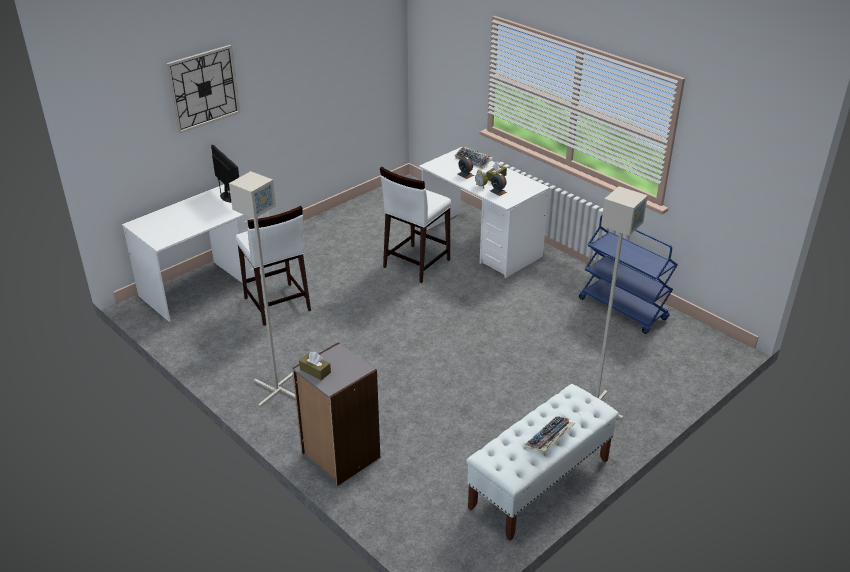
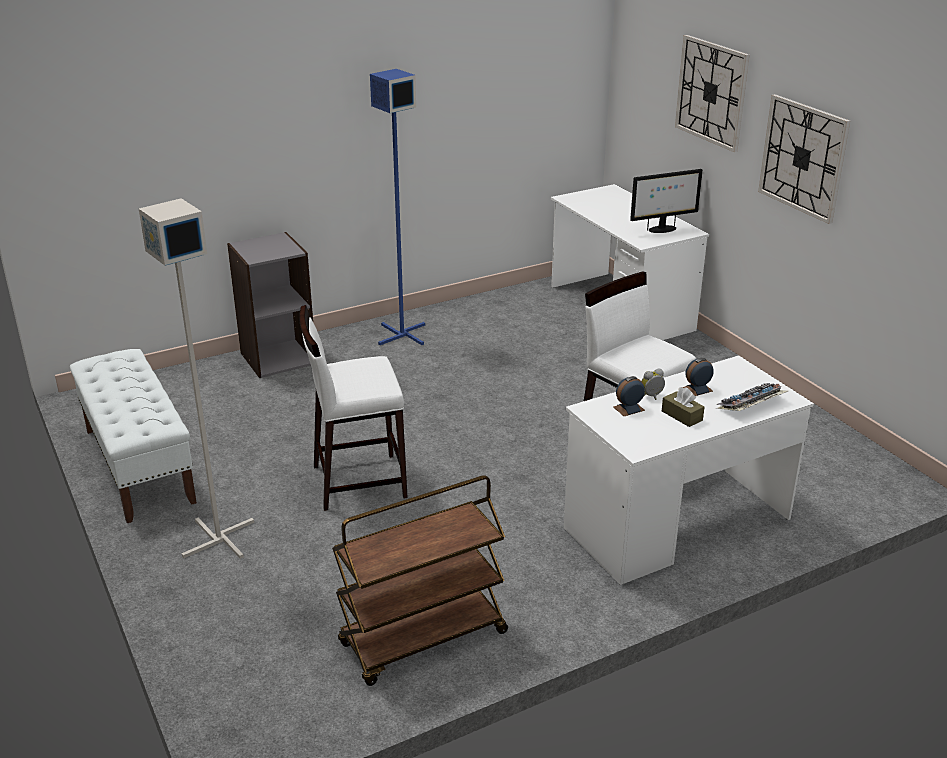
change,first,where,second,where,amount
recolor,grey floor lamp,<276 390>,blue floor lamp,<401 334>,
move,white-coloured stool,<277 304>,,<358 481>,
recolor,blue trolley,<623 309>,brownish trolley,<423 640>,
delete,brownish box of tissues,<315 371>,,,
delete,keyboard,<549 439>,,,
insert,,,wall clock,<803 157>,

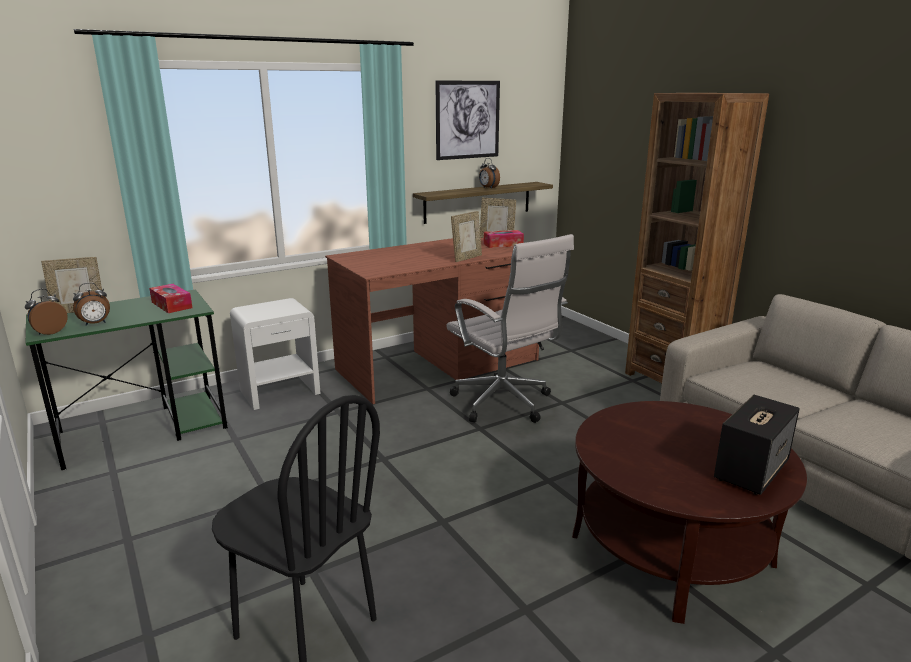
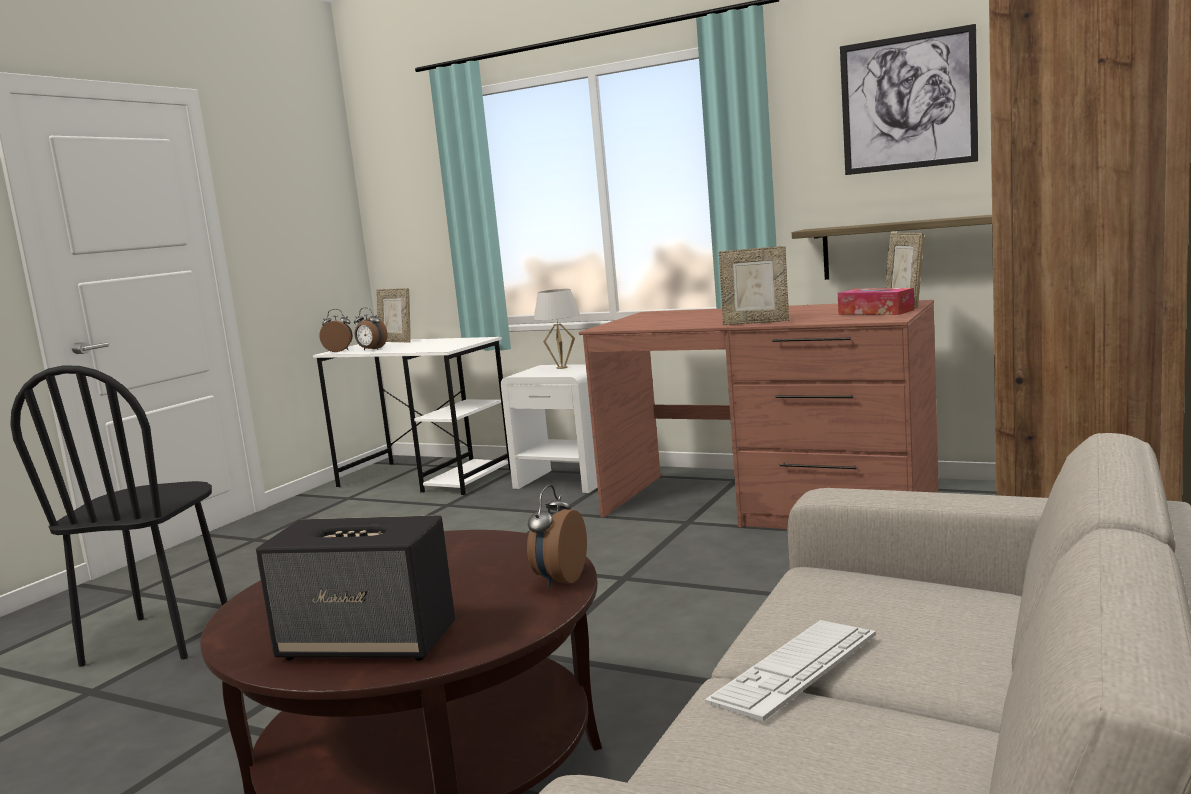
change,first,where,second,where,amount
move,table clock,<488 188>,,<559 580>,
delete,white-coloured office chair,<504 404>,,,
delete,box of tissues,<171 305>,,,
recolor,green desk,<145 430>,white-coloured desk,<426 478>,
insert,,,white-coloured tabletop lamp,<562 367>,
insert,,,keyboard,<794 669>,

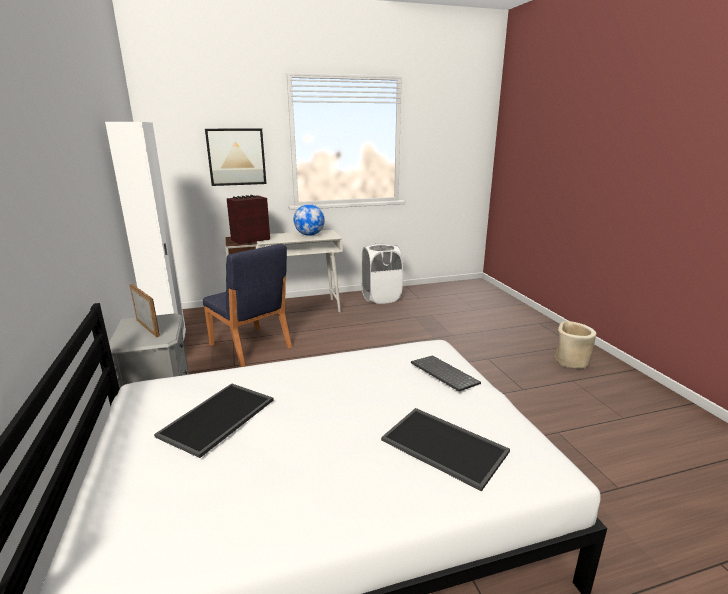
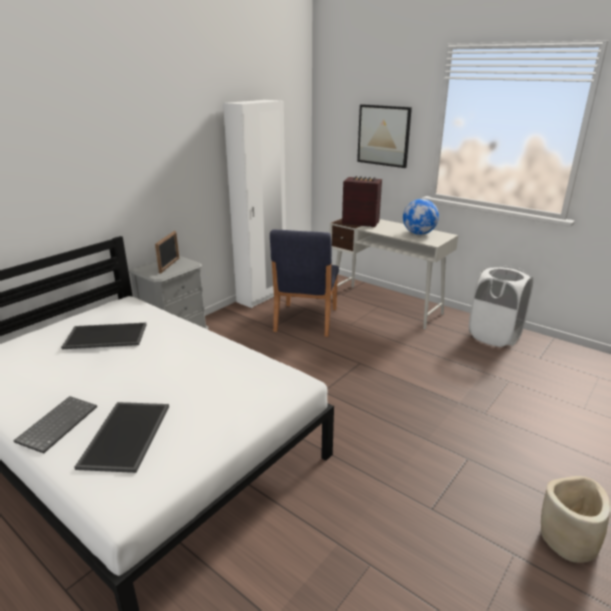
change,first,where,second,where,amount
move,keyboard,<442 374>,,<57 424>,

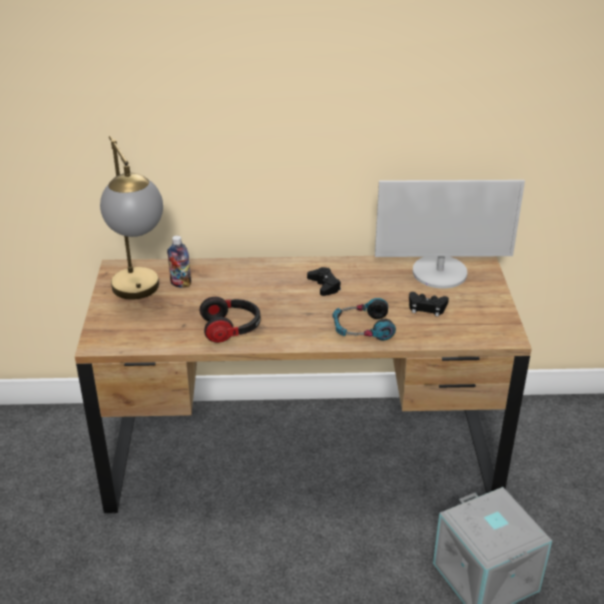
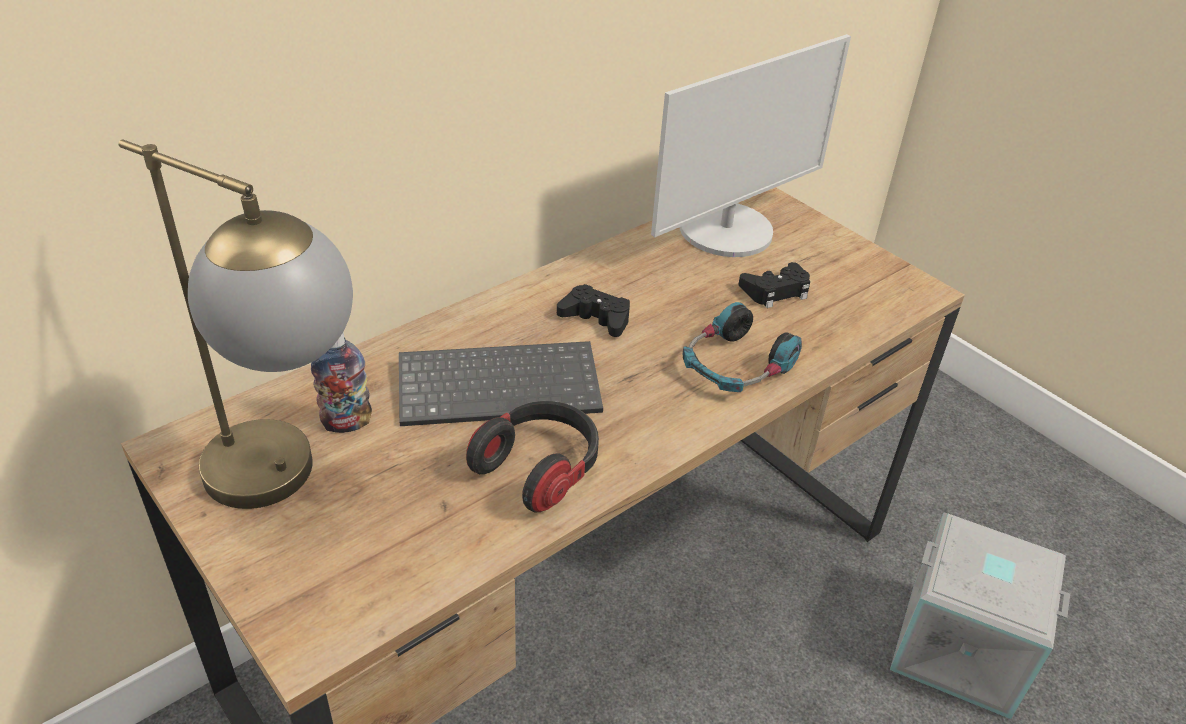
change,first,where,second,where,amount
insert,,,keyboard,<501 385>,

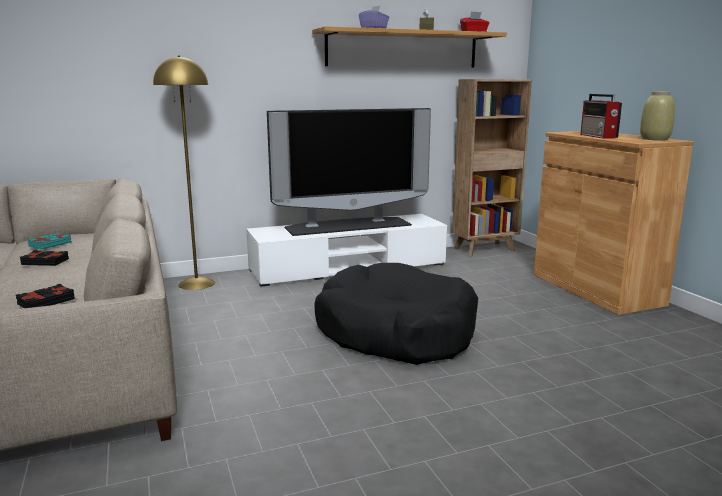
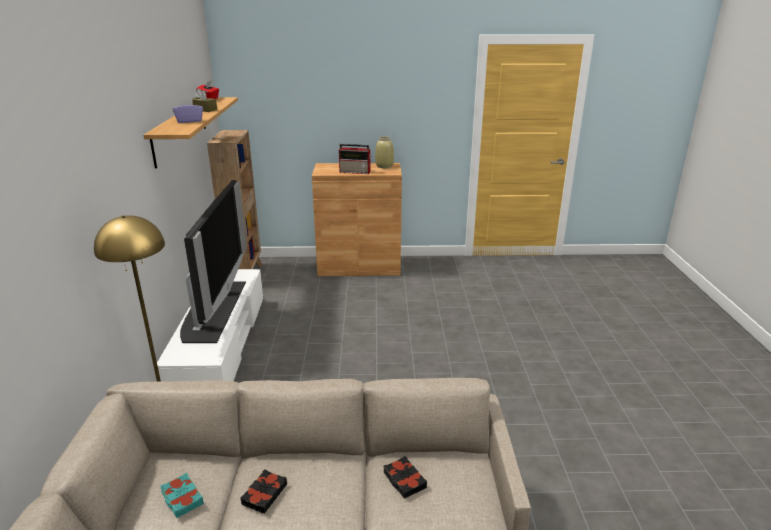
change,first,where,second,where,amount
delete,black dog bed,<395 332>,,,

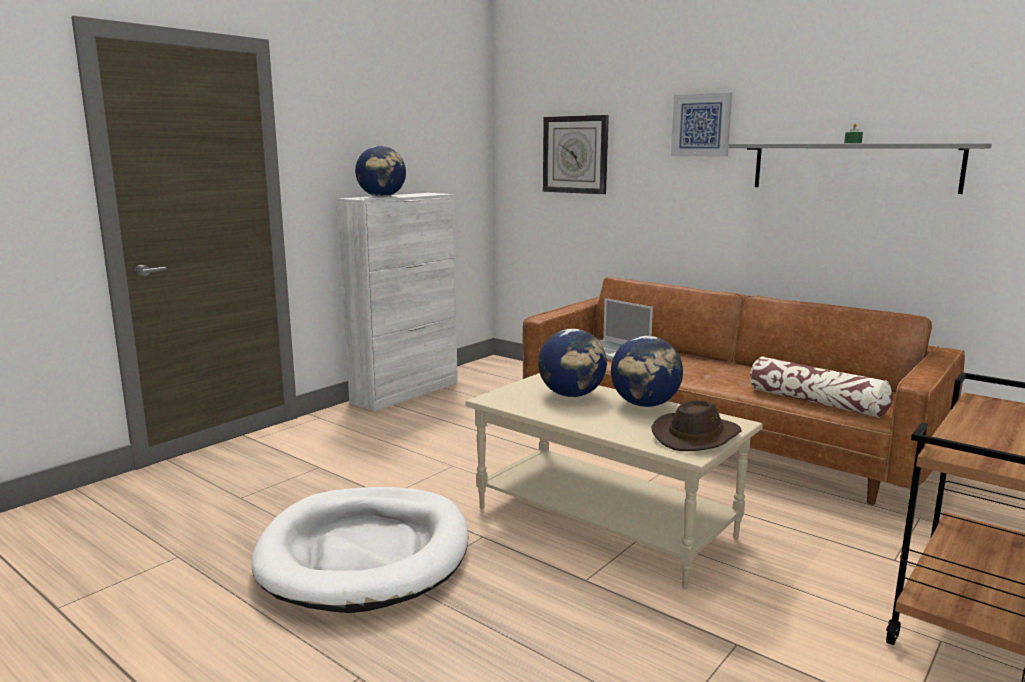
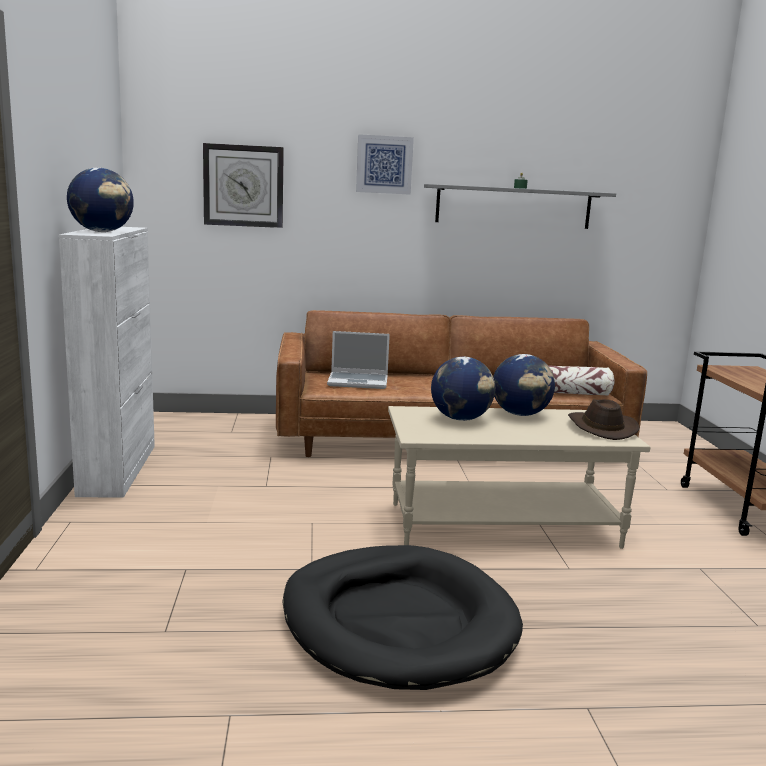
change,first,where,second,where,amount
recolor,white-coloured dog bed,<365 553>,black dog bed,<398 622>,

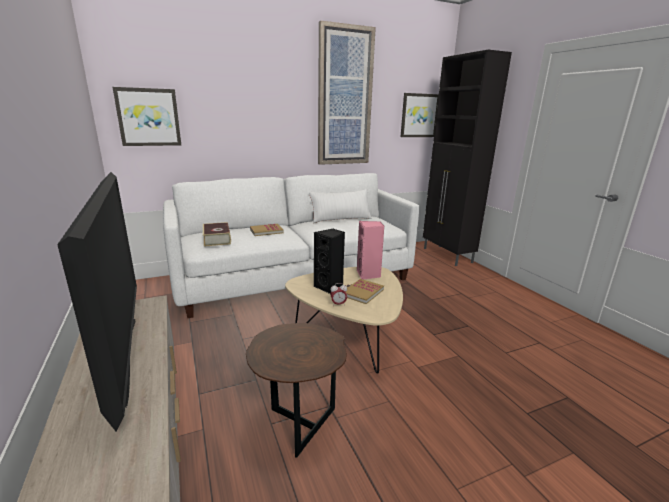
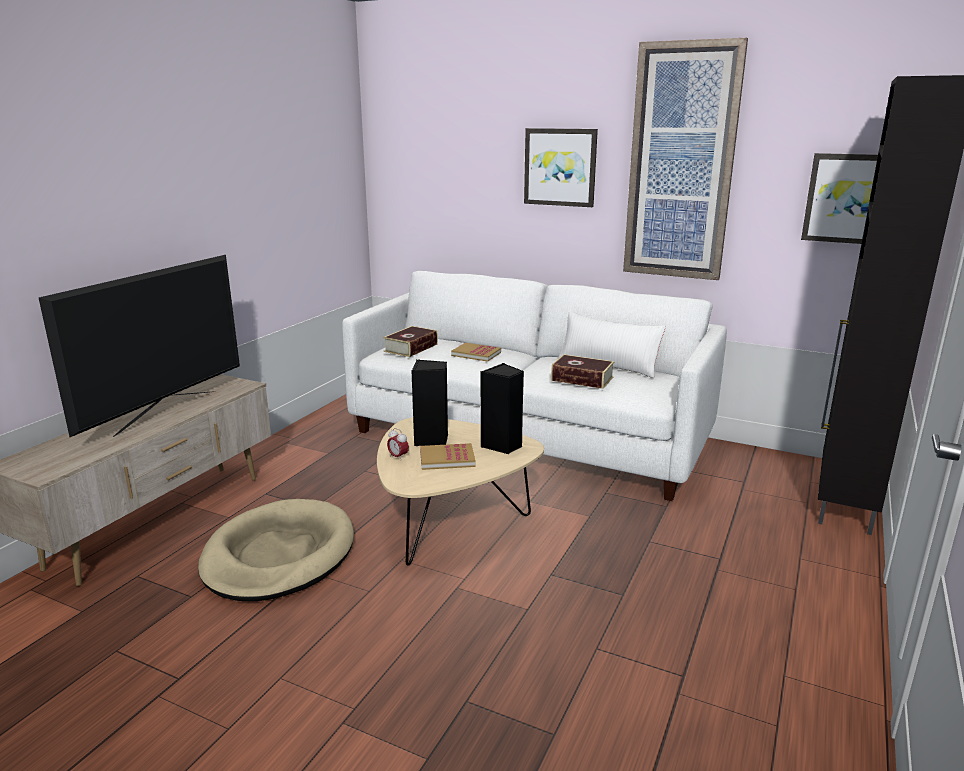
change,first,where,second,where,amount
move,wall art,<148 117>,,<560 167>,
recolor,pink loudspeaker,<368 274>,black loudspeaker,<502 446>,
replace,brownish end table,<298 423>,beige dog bed,<279 555>,
insert,,,bound book,<582 379>,

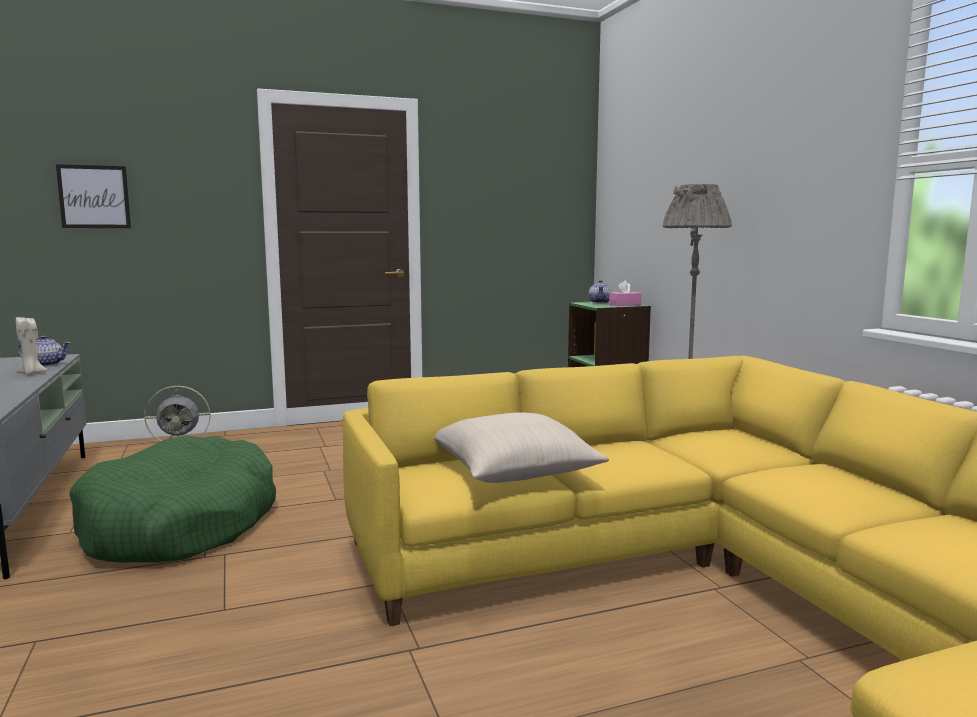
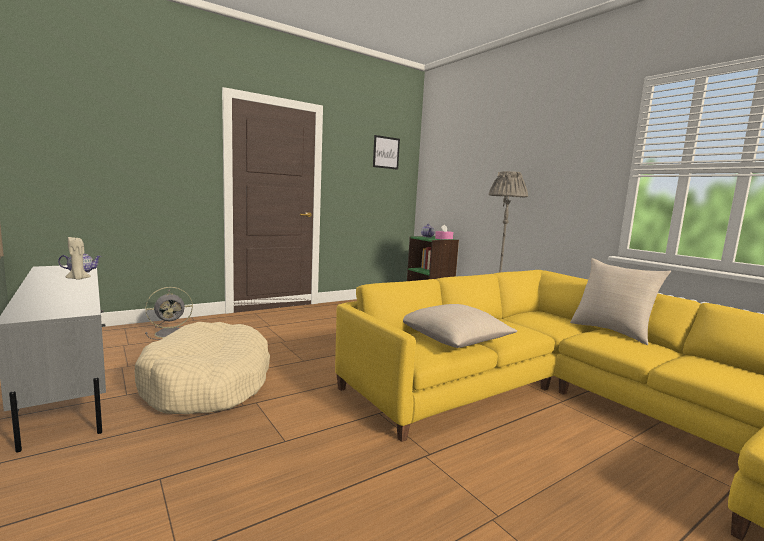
change,first,where,second,where,amount
move,wall art,<94 197>,,<386 152>,
recolor,green dog bed,<180 525>,beige dog bed,<208 384>,
insert,,,beige pillow,<612 331>,

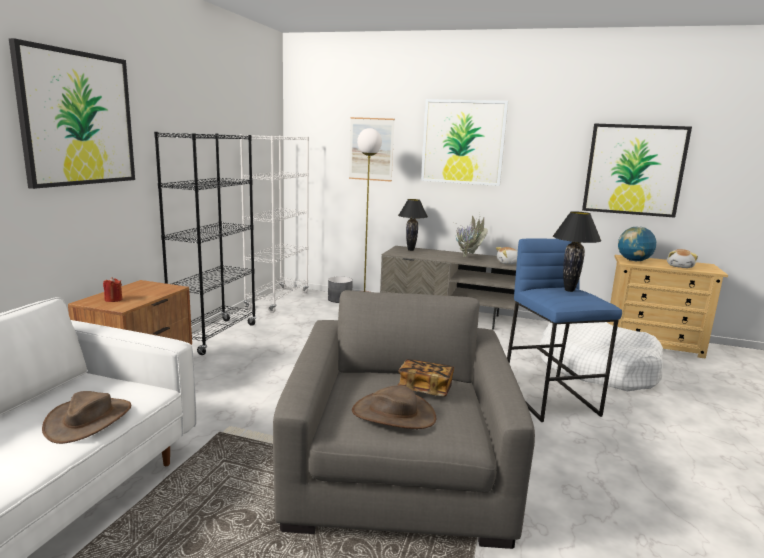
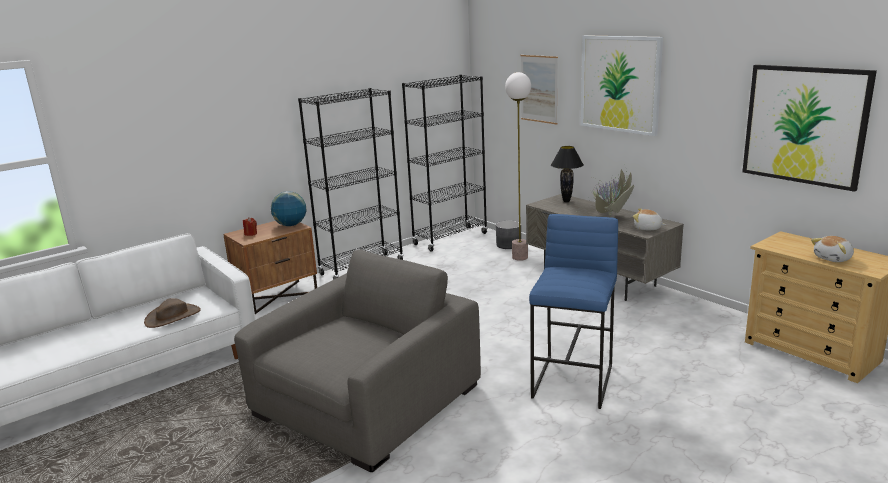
change,first,where,second,where,amount
delete,wall art,<78 119>,,,
recolor,white-coloured bookshelf,<278 300>,black bookshelf,<450 239>,
delete,black tabletop lamp,<569 290>,,,
move,globe,<634 261>,,<290 225>,
delete,white-coloured dog bed,<597 368>,,,
delete,bound book,<425 389>,,,
delete,brownish hat,<393 414>,,,

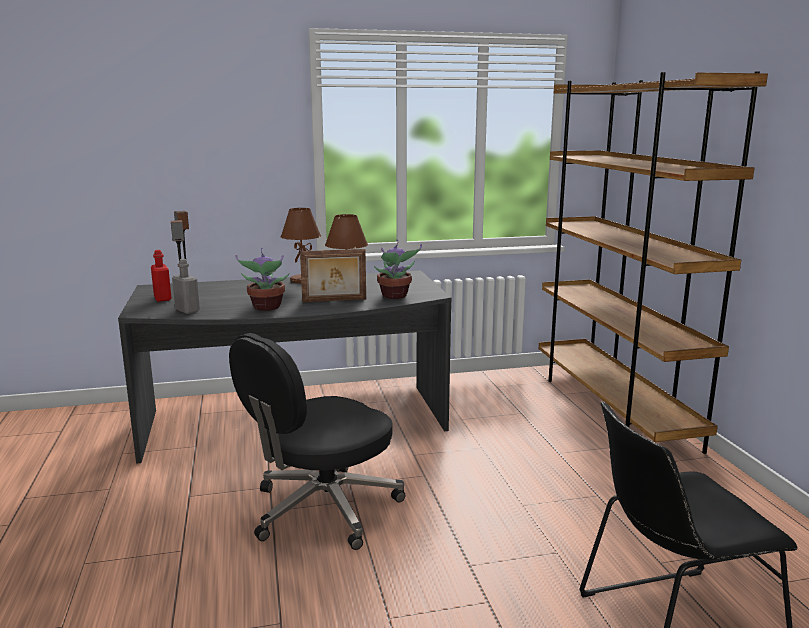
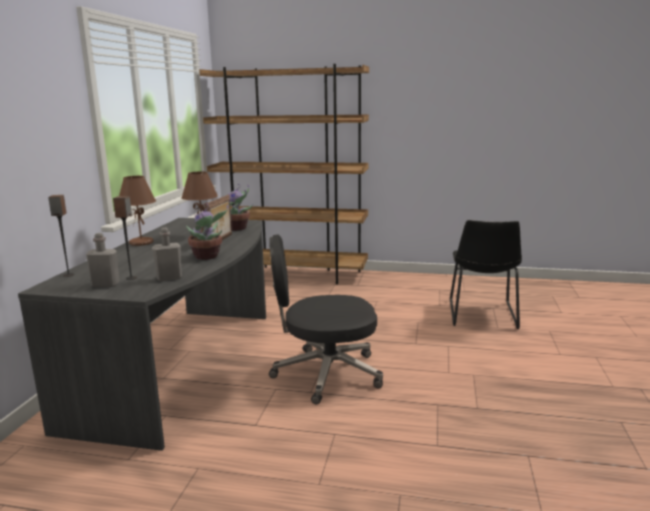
change,first,where,second,where,amount
recolor,red-coloured drink bottle,<162 298>,grey drink bottle,<105 284>,
rotate,black office chair,<322 509>,,<325 374>,105 degrees clockwise

